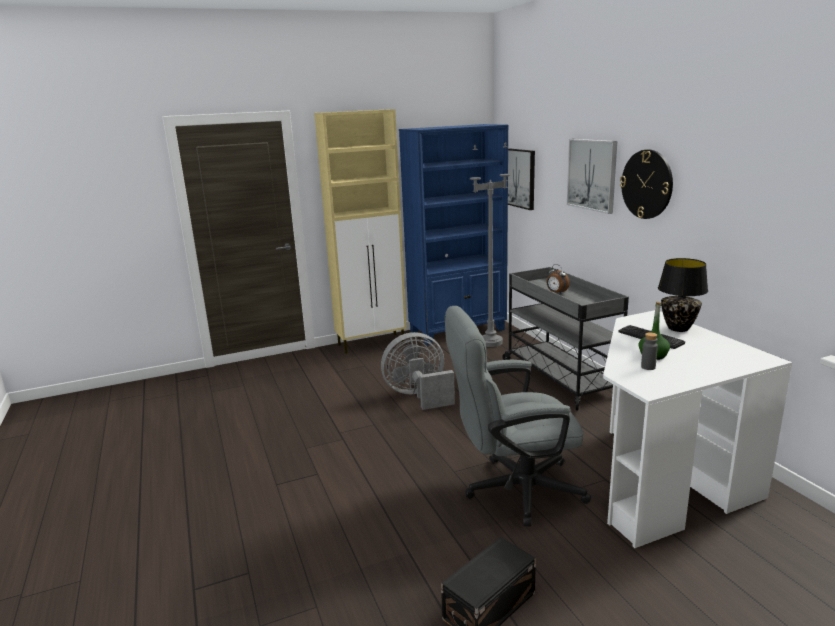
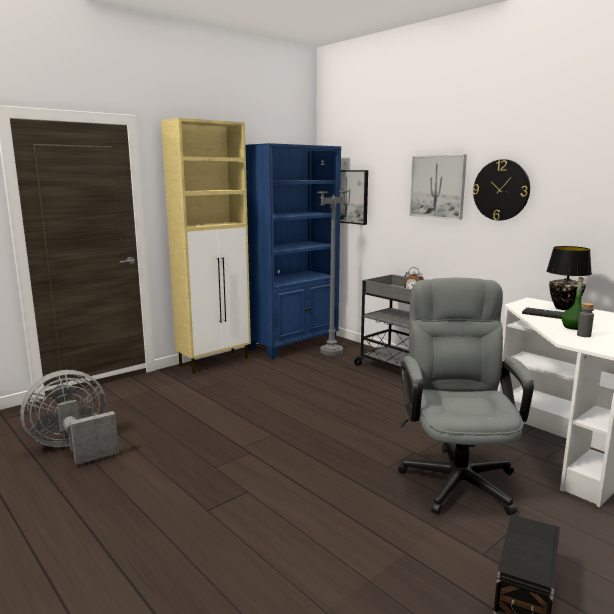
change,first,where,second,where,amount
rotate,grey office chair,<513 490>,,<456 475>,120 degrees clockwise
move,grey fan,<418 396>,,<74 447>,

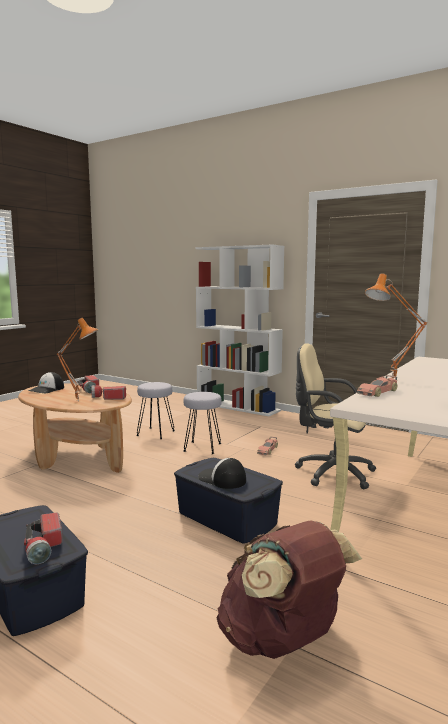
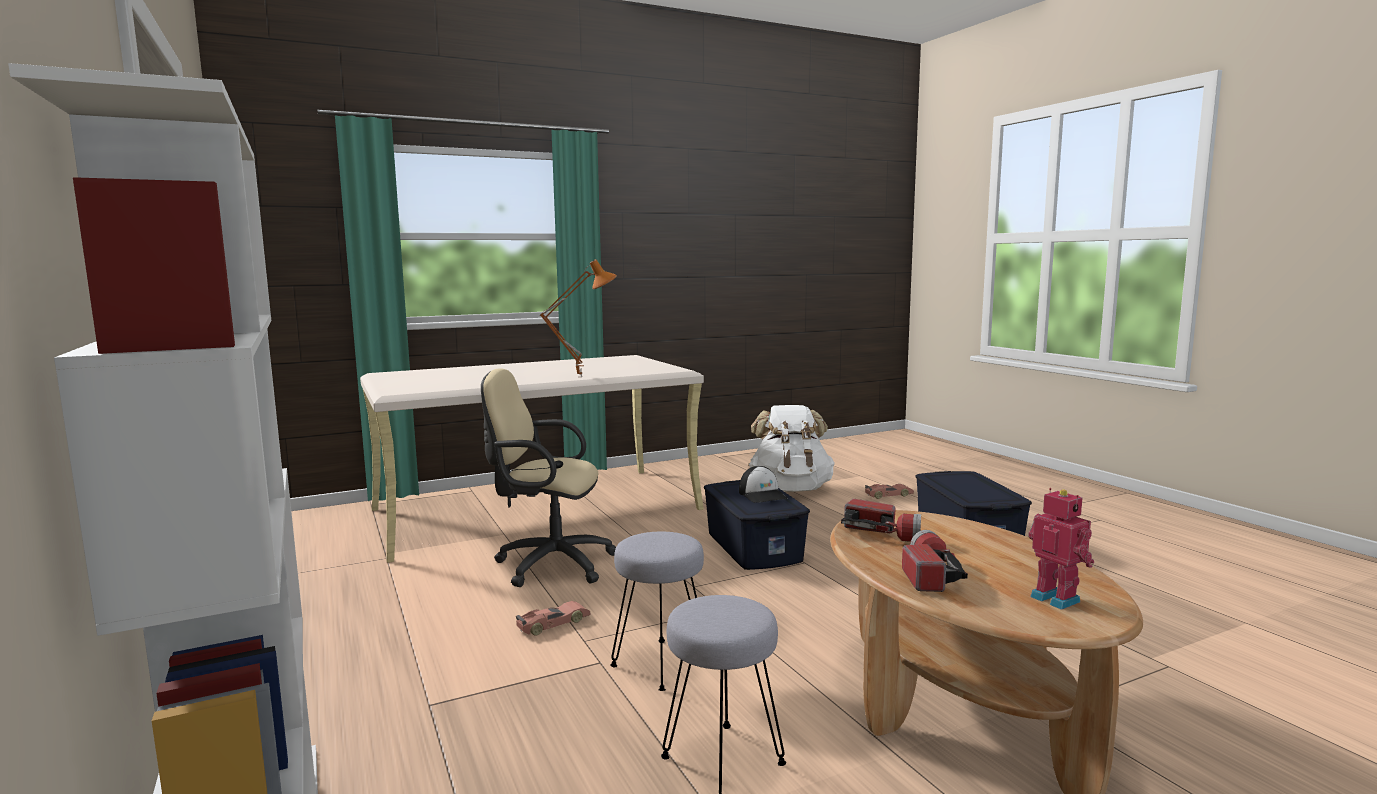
change,first,where,second,where,amount
delete,orangey tabletop lamp,<79 400>,,,
rotate,beige office chair,<330 473>,,<549 564>,135 degrees clockwise
replace,peaked cap,<47 389>,toy robot,<1057 598>,
move,miniature car,<378 392>,,<888 495>,
delete,flashlight,<44 547>,,,
recolor,brownish knapsack,<282 641>,white-coloured knapsack,<790 489>,

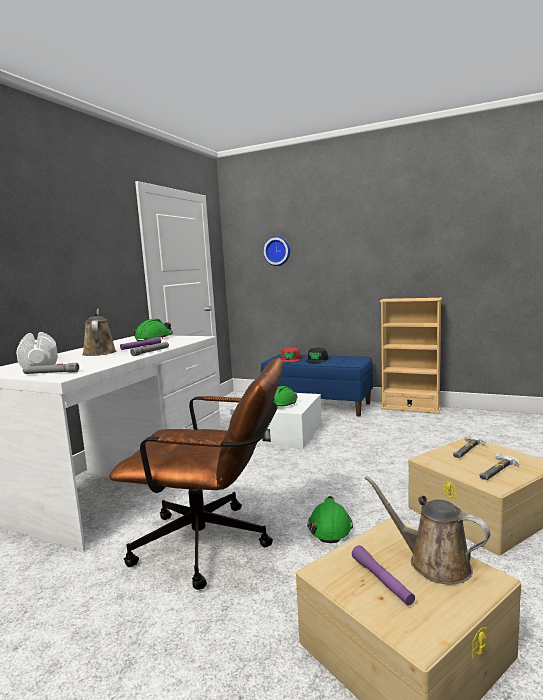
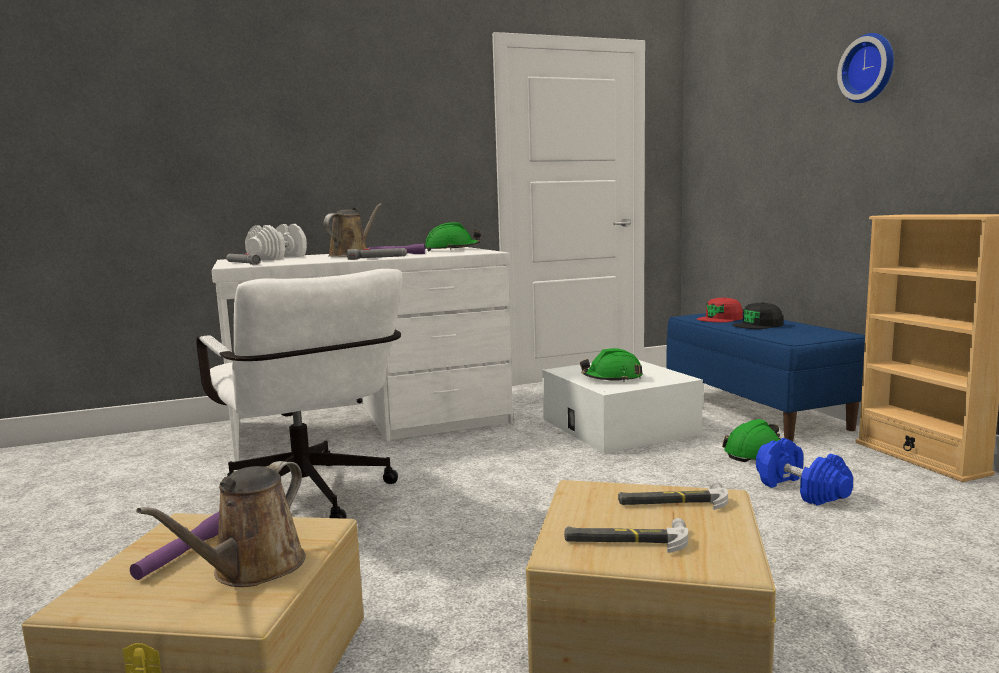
change,first,where,second,where,amount
move,wall clock,<277 251>,,<869 68>,
recolor,brownish office chair,<213 544>,white-coloured office chair,<310 502>,
rotate,brownish sprinkling can,<433 563>,,<252 569>,150 degrees counterclockwise
move,green work helmet,<330 527>,,<754 453>,
insert,,,blue hand weight,<800 490>,

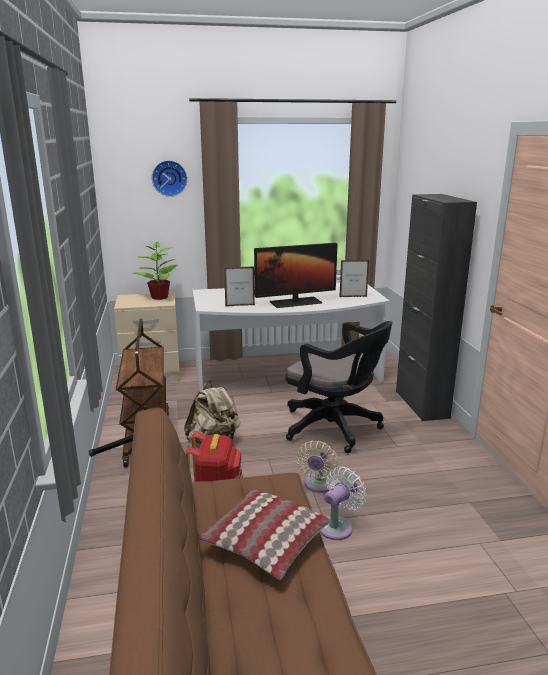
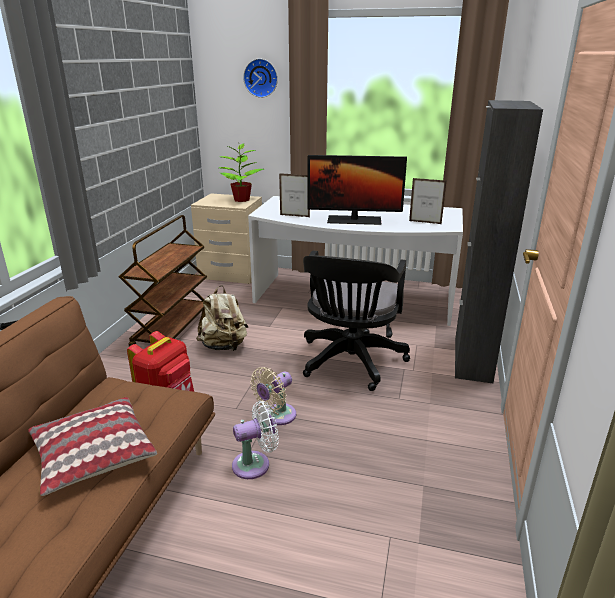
change,first,where,second,where,amount
rotate,black office chair,<335 428>,,<350 363>,45 degrees clockwise

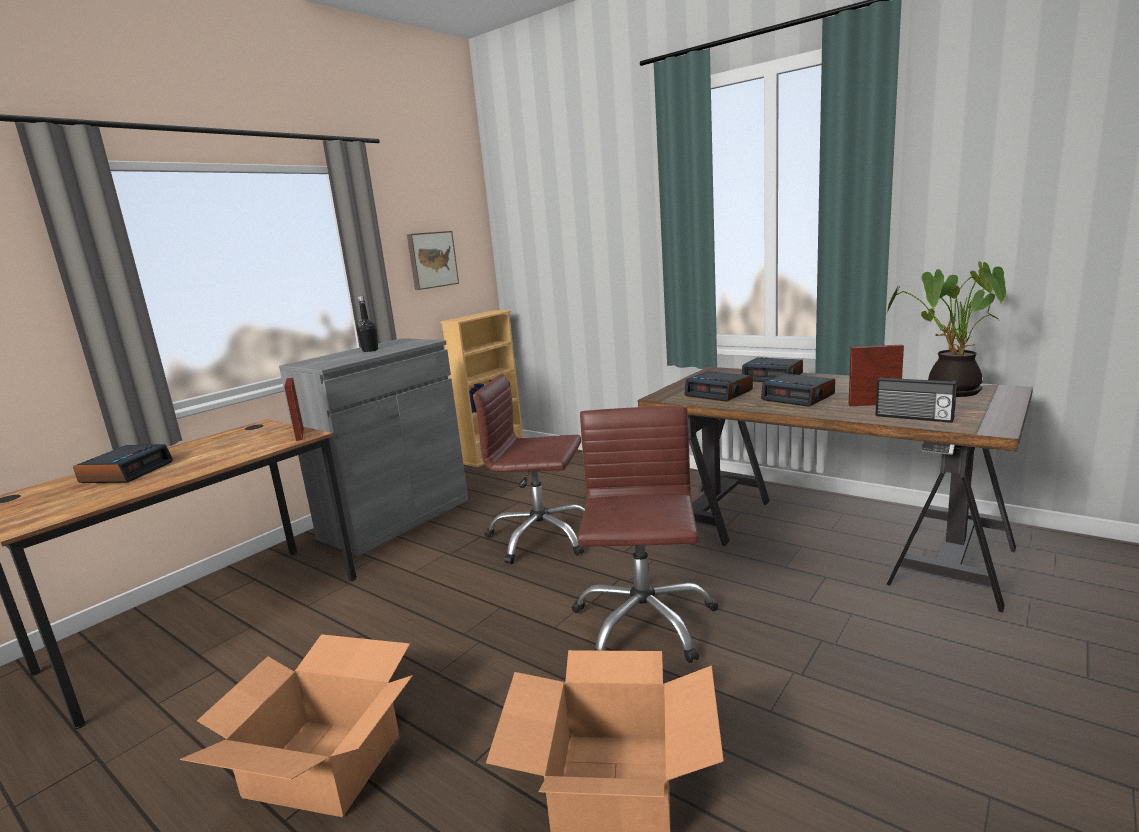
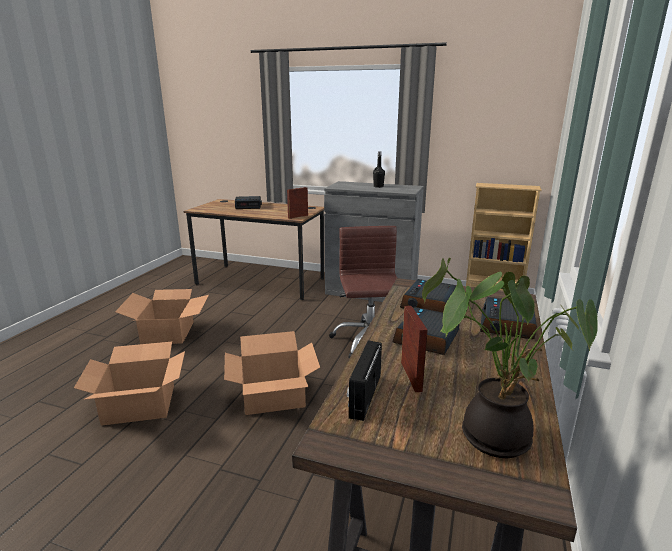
change,first,where,second,where,amount
delete,wall art,<431 260>,,,
replace,brownish office chair,<643 622>,cardboard box,<273 395>,

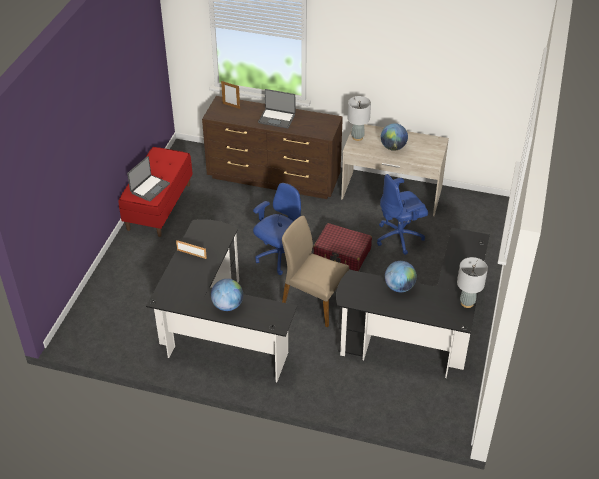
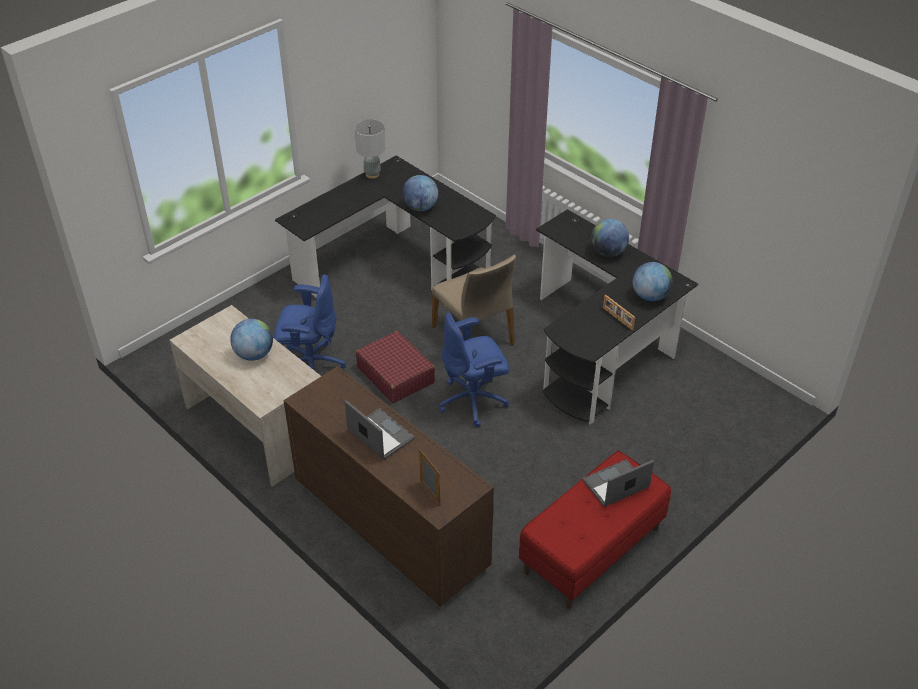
change,first,where,second,where,amount
delete,grey tabletop lamp,<357 137>,,,
insert,,,globe,<650 296>,

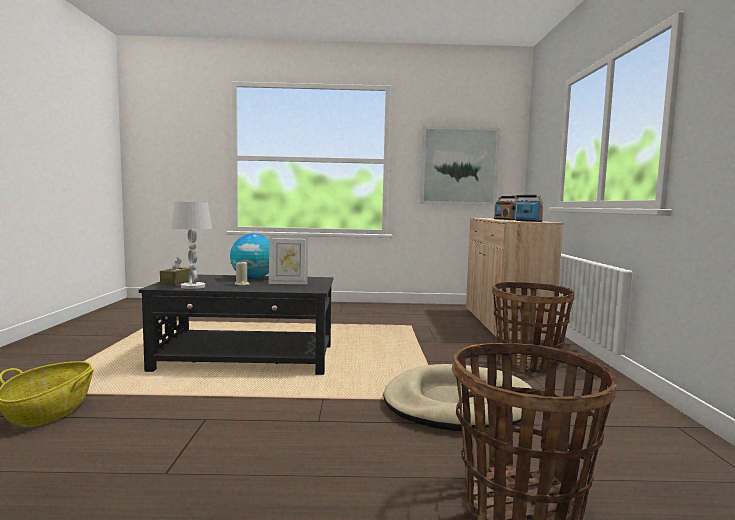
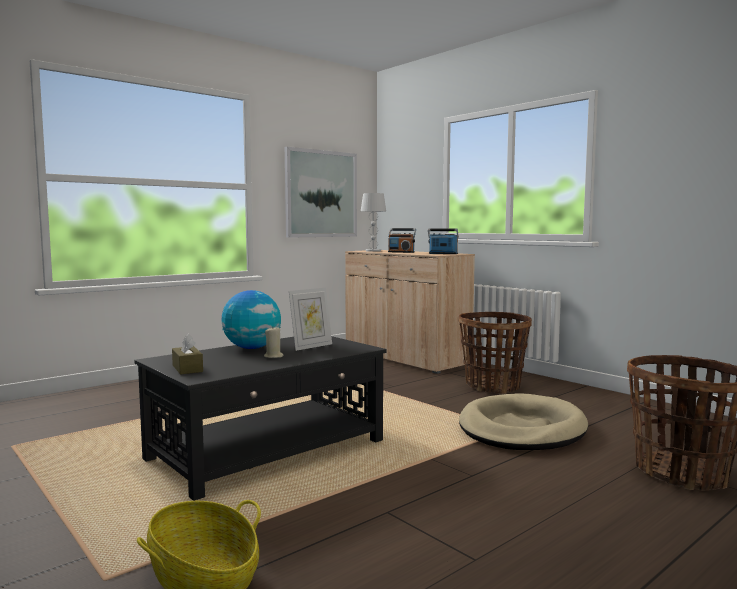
change,first,where,second,where,amount
move,white-coloured tabletop lamp,<193 286>,,<373 251>,

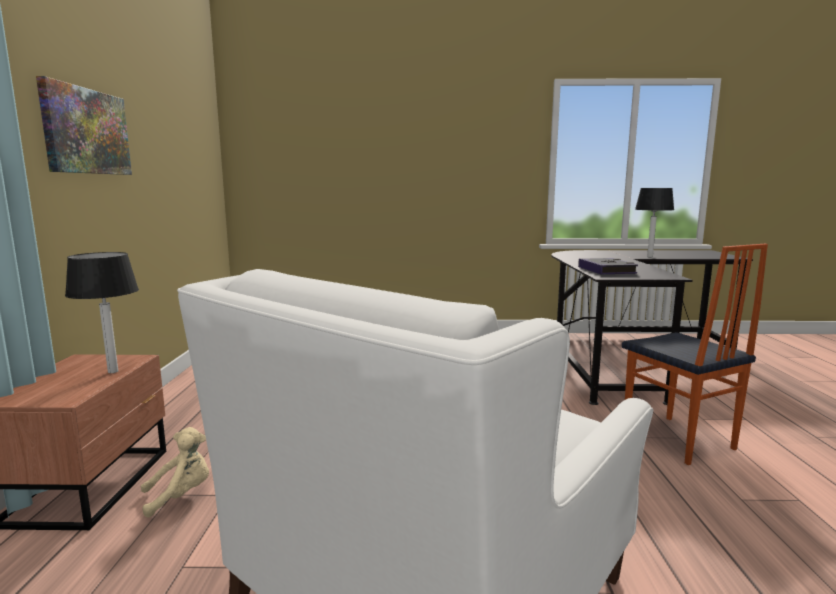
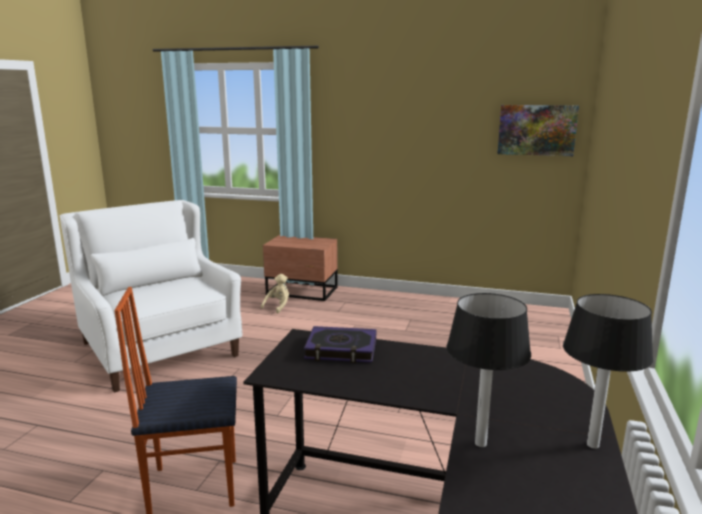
change,first,where,second,where,amount
move,wall art,<86 131>,,<536 130>,
move,tabletop lamp,<113 371>,,<592 445>,
rotate,beige cuddly toy,<181 495>,,<278 306>,135 degrees counterclockwise

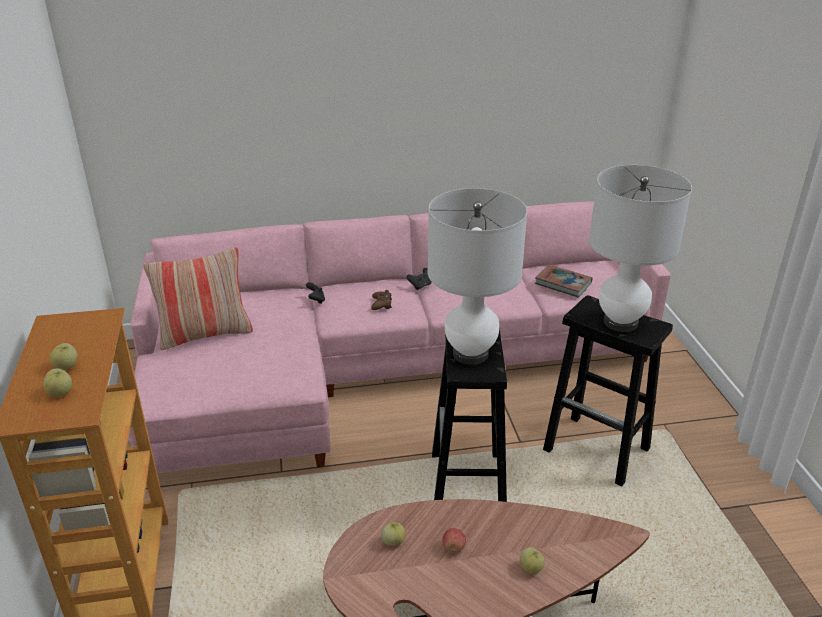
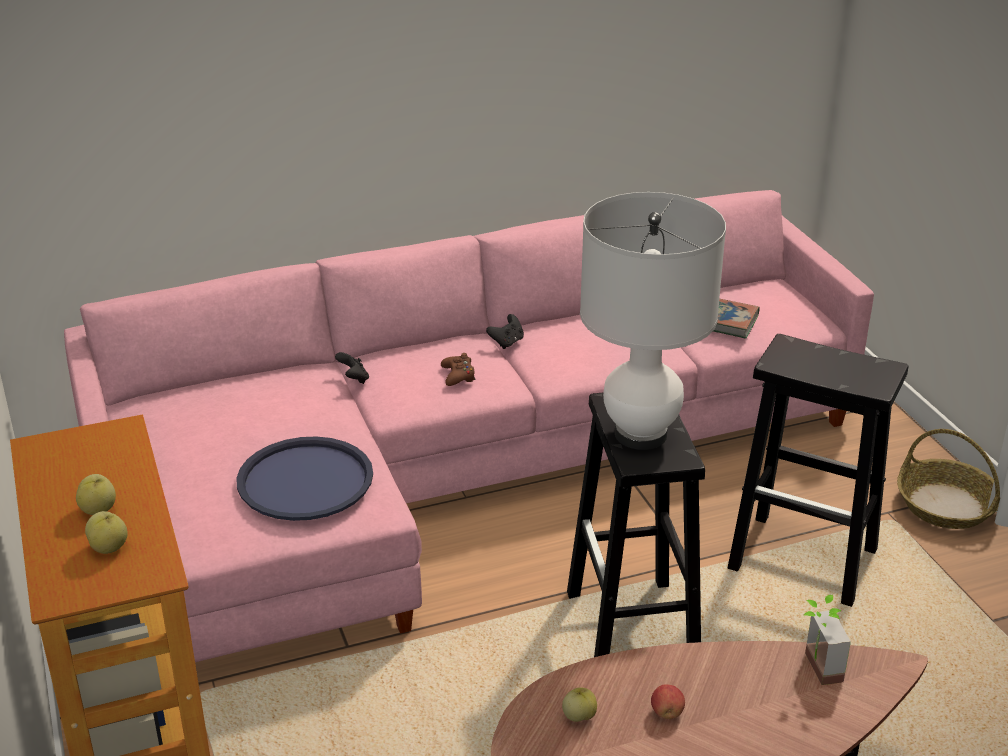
change,first,where,second,where,amount
delete,white-coloured tabletop lamp,<620 322>,,,
delete,pillow,<205 334>,,,
delete,apple,<531 568>,,,
insert,,,household basket,<946 505>,
insert,,,blue serving tray,<305 480>,
insert,,,potted plant,<814 668>,

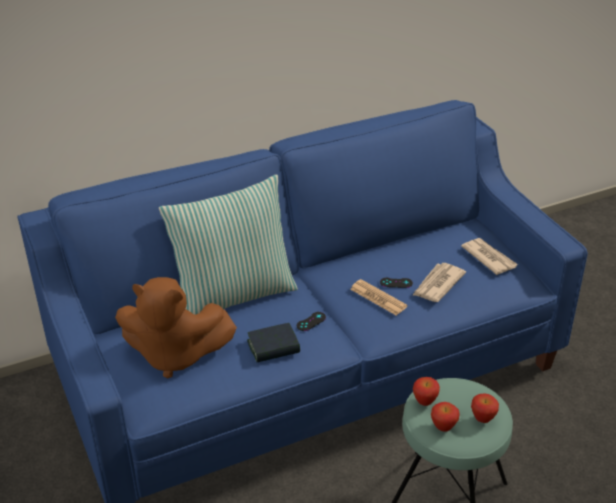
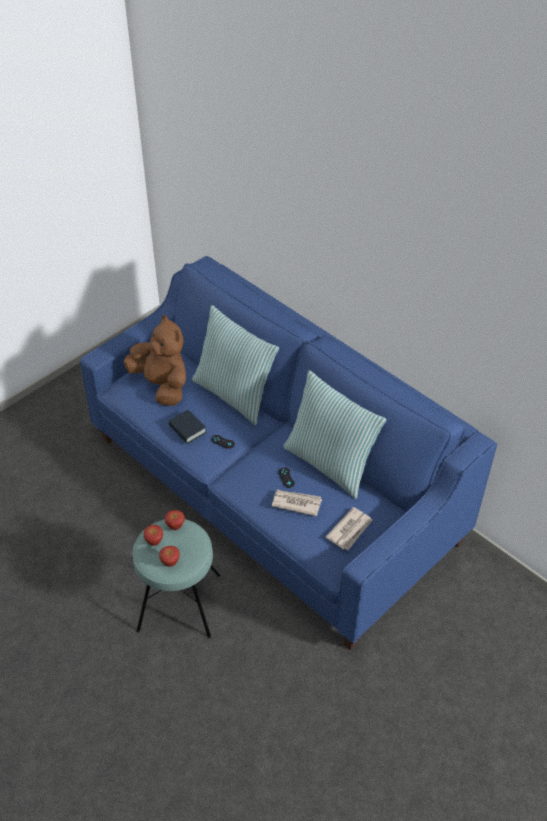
change,first,where,second,where,amount
rotate,brownish cuddly toy,<174 355>,,<162 385>,150 degrees clockwise
delete,newspaper,<378 298>,,,
insert,,,pillow,<330 463>,

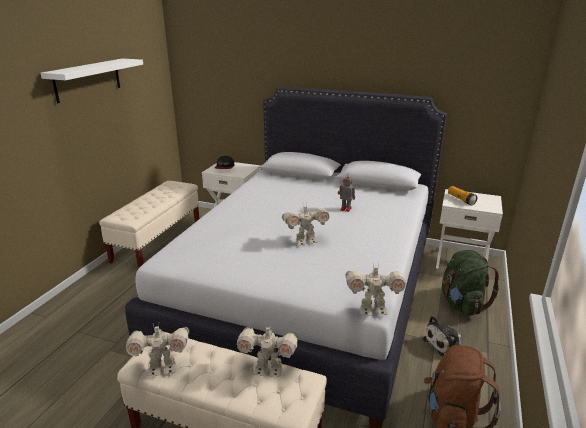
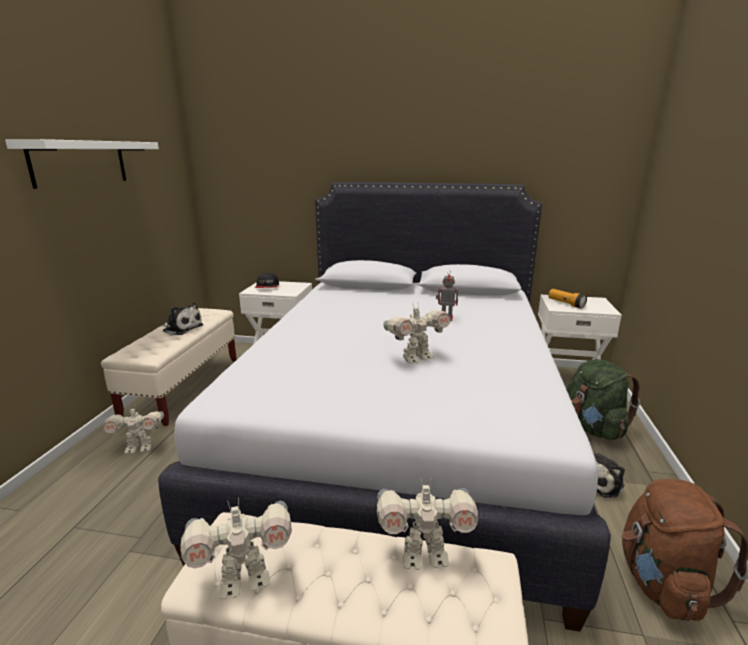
change,first,where,second,where,amount
move,toy robot,<372 309>,,<139 447>,
insert,,,cuddly toy,<182 328>,

